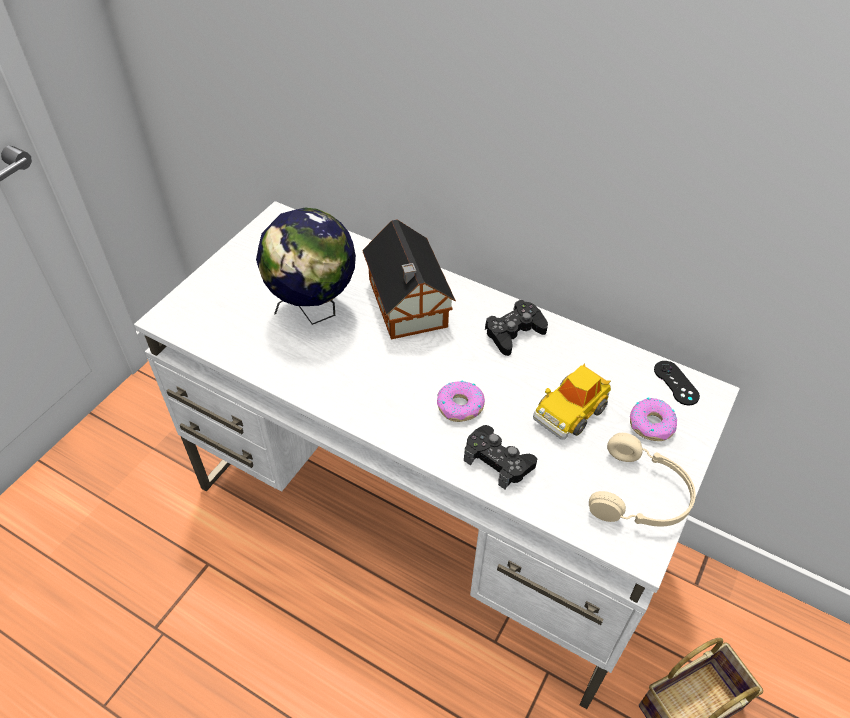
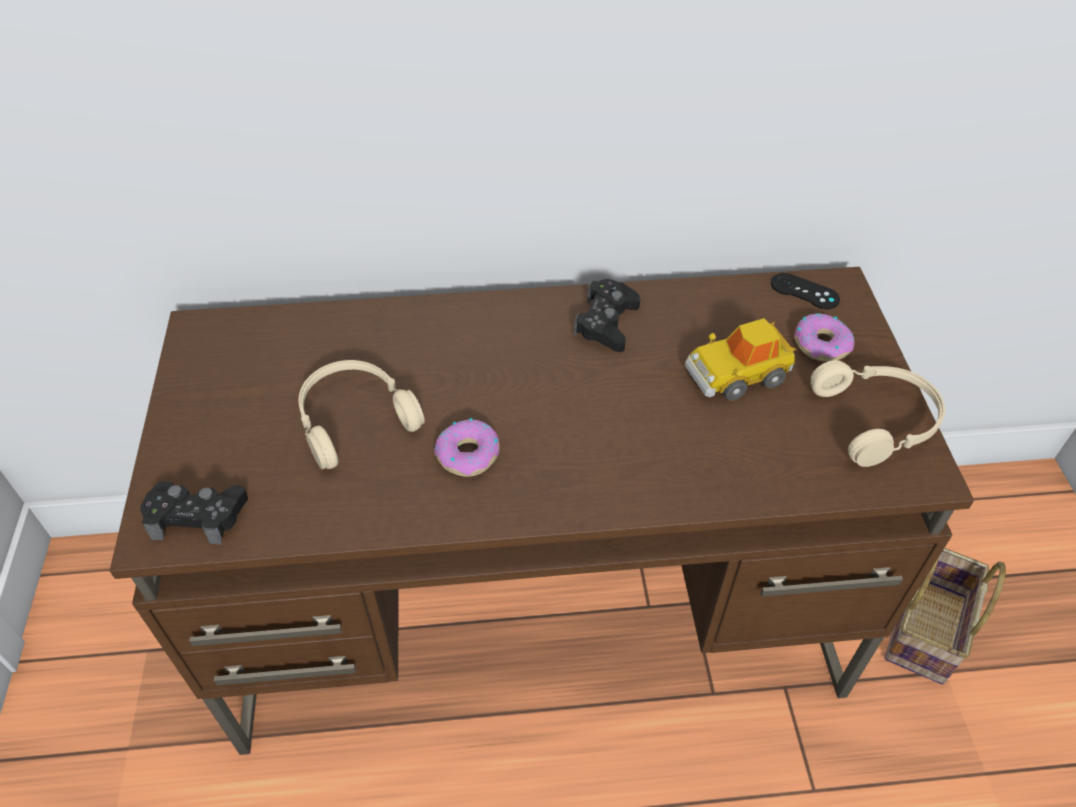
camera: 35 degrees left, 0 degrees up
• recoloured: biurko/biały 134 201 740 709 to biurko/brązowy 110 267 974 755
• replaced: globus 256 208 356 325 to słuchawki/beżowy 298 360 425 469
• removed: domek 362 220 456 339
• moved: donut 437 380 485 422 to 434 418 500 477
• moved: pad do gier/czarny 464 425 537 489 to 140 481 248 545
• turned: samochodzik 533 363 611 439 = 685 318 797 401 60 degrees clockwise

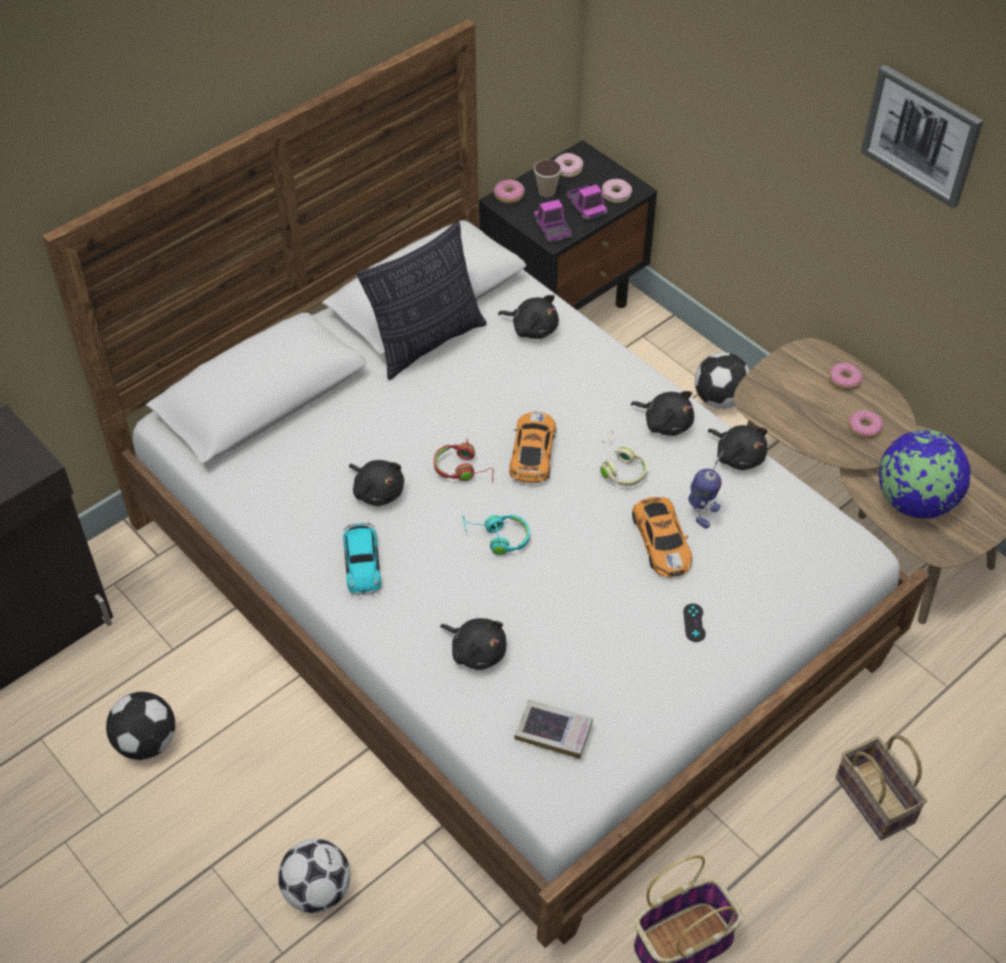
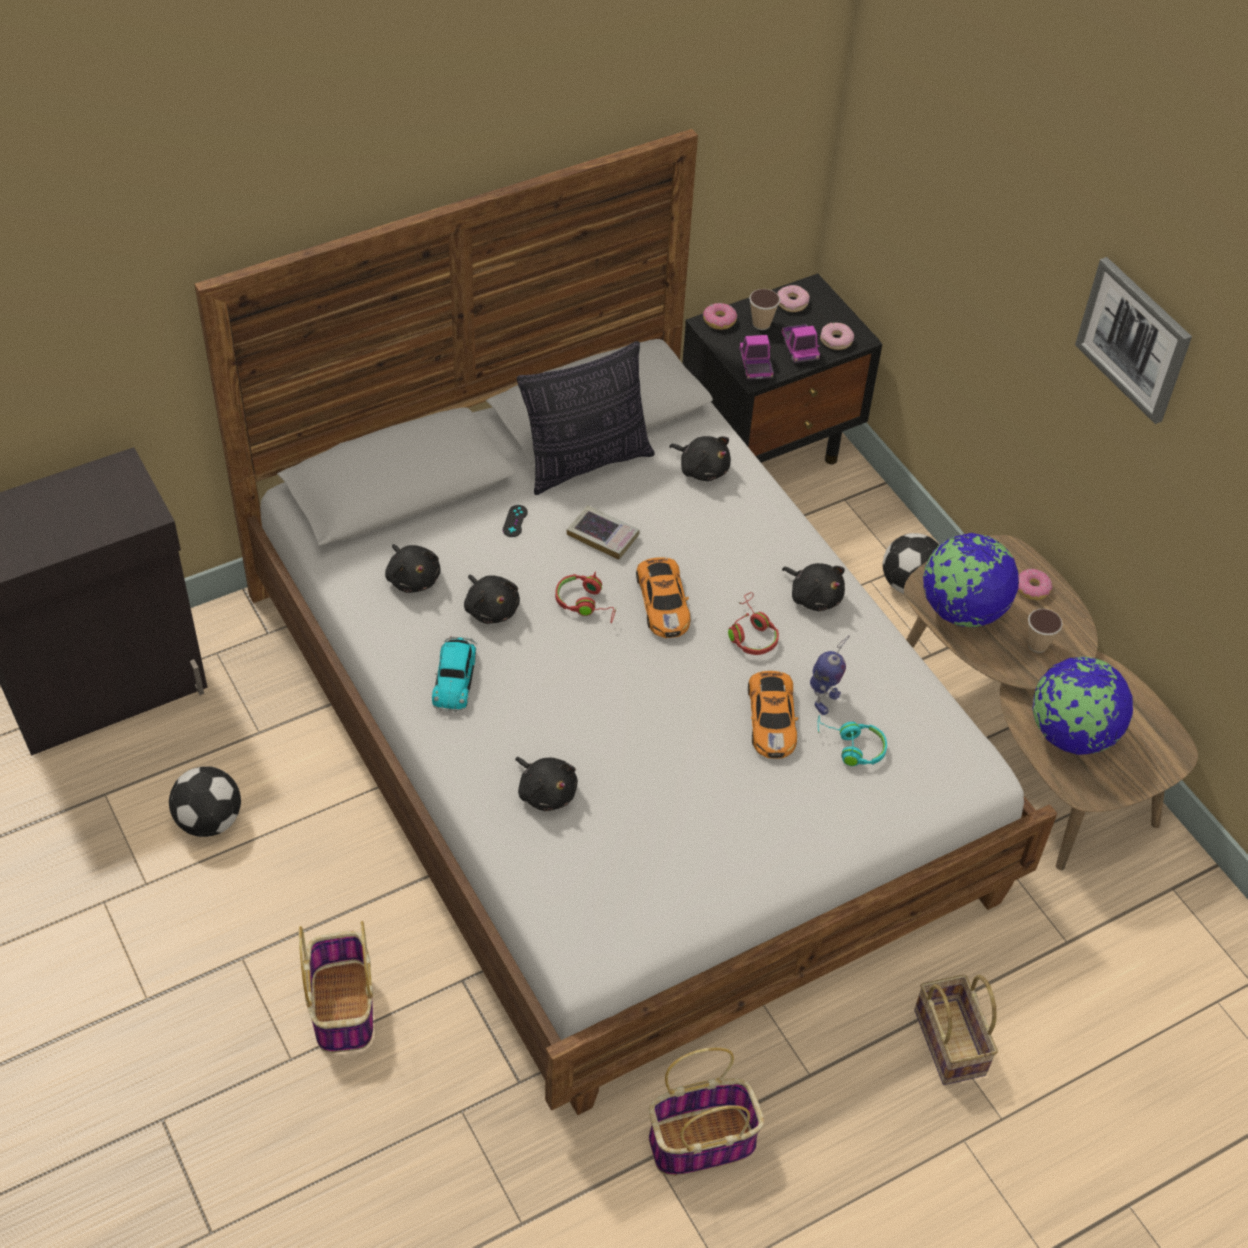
camera: 10 degrees right, 0 degrees up
• replaced: piłka futbolowa 278 839 350 913 to koszyk 299 921 373 1053
• moved: słuchawki/turkusowy 463 514 530 555 to 818 715 887 766
• turned: samochodzik 509 412 556 483 = 636 557 690 638 150 degrees clockwise
• moved: książka 514 699 593 759 to 567 505 640 560
• recoloured: słuchawki/beżowy 600 430 647 486 to słuchawki/czerwony 728 592 779 655
• moved: pad do gier/czarny 683 603 706 642 to 503 505 528 537
• moved: pluszak/czarny 708 425 767 470 to 385 544 441 593
• replaced: donut 848 410 883 439 to filiżanka 1028 609 1063 653
• added: globus 923 533 1019 627

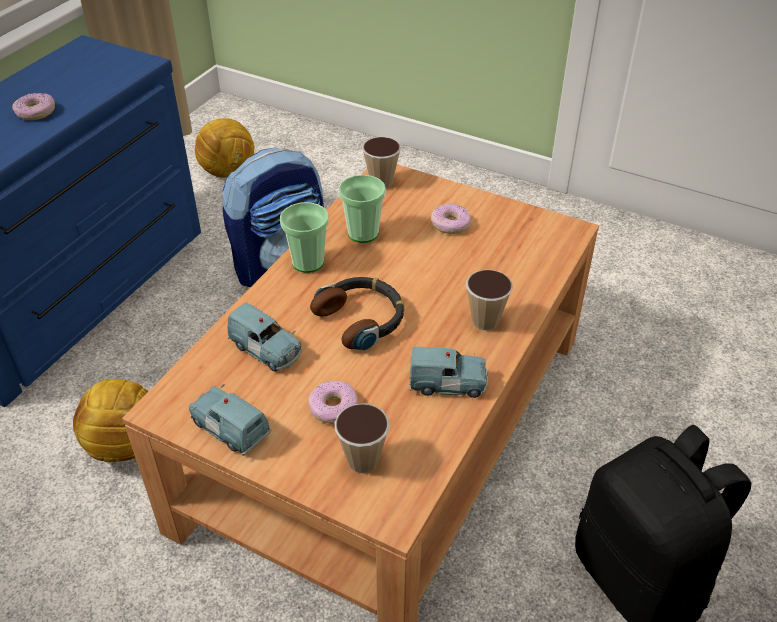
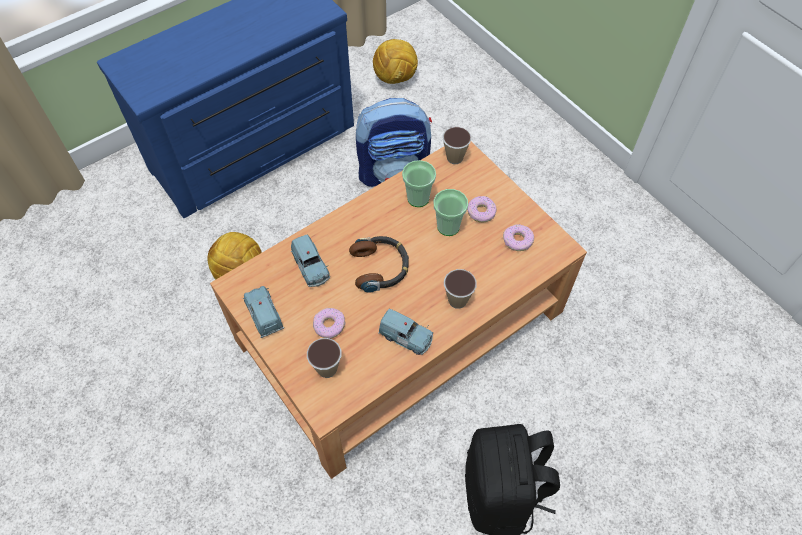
camera: 25 degrees right, 15 degrees up
• moved: donut 12 93 55 120 to 503 224 534 251
• moved: filiżanka 280 202 329 273 to 434 189 468 236

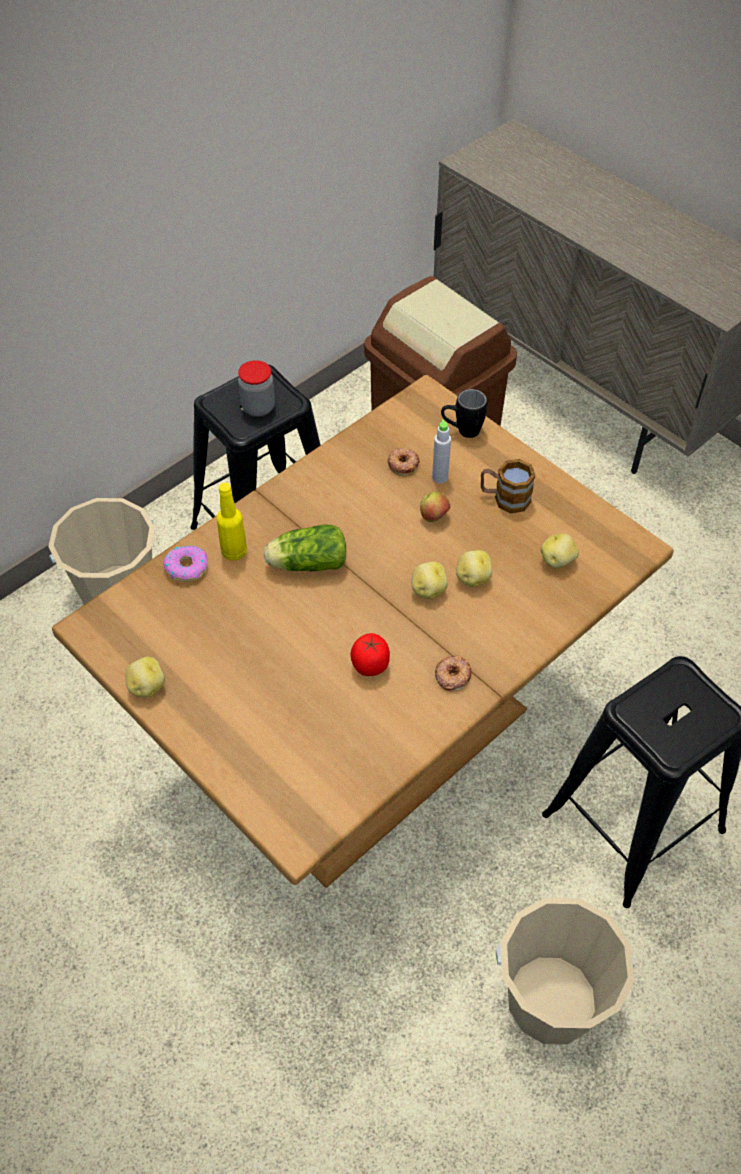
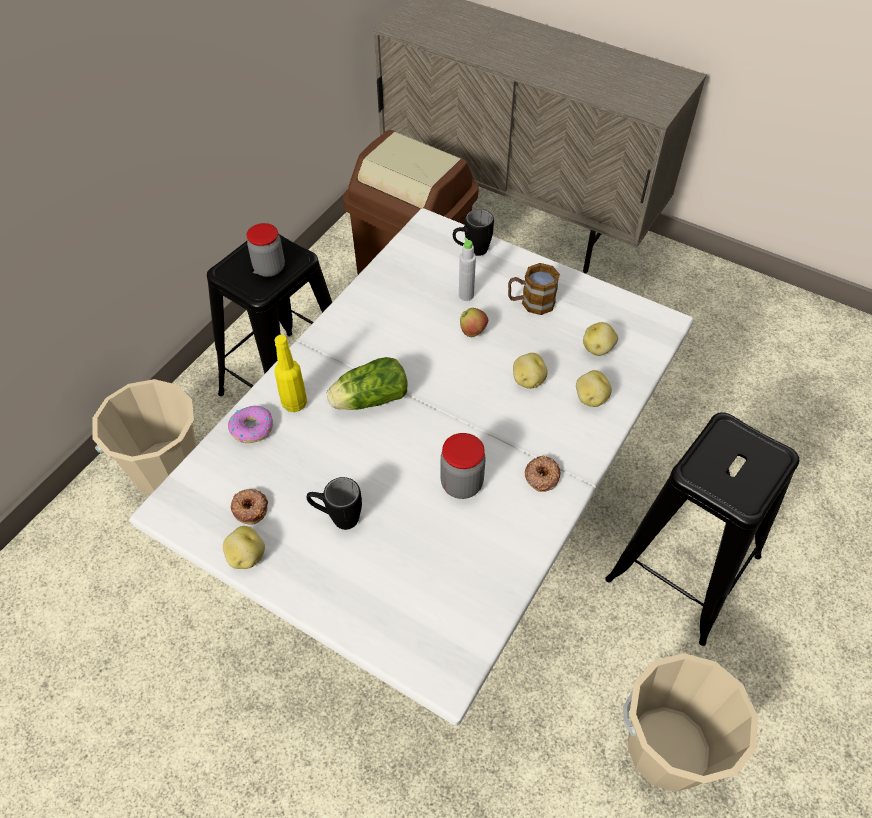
camera: 15 degrees left, 0 degrees up
• recoloured: stół jadalny/brązowy 52 375 674 888 to stół jadalny/biały 129 208 694 726
• replaced: pomidor 350 633 390 676 to słoik 440 433 486 499
• moved: donut 387 448 420 477 to 230 489 268 525
• moved: ziemniak 412 561 448 599 to 576 370 612 407
• added: kubek/czarny 306 477 362 530

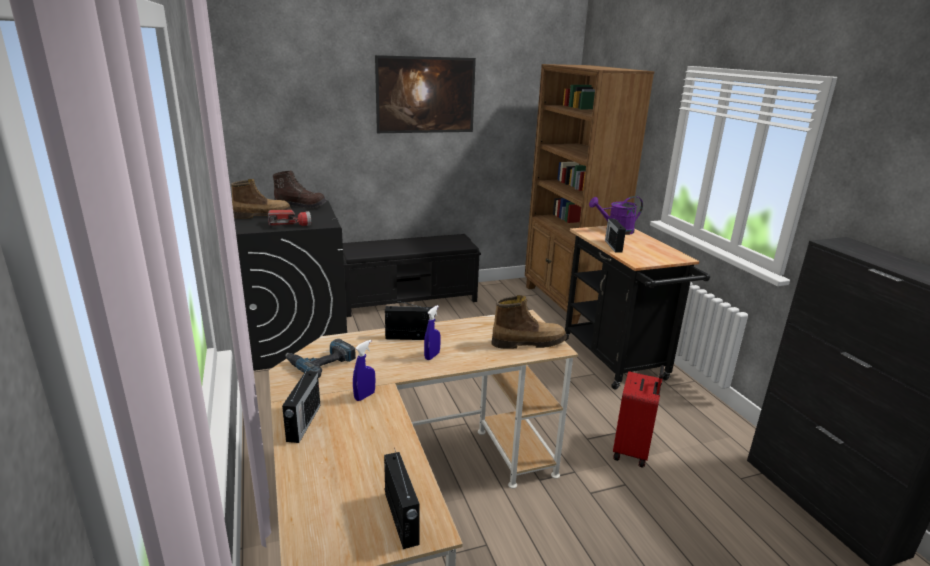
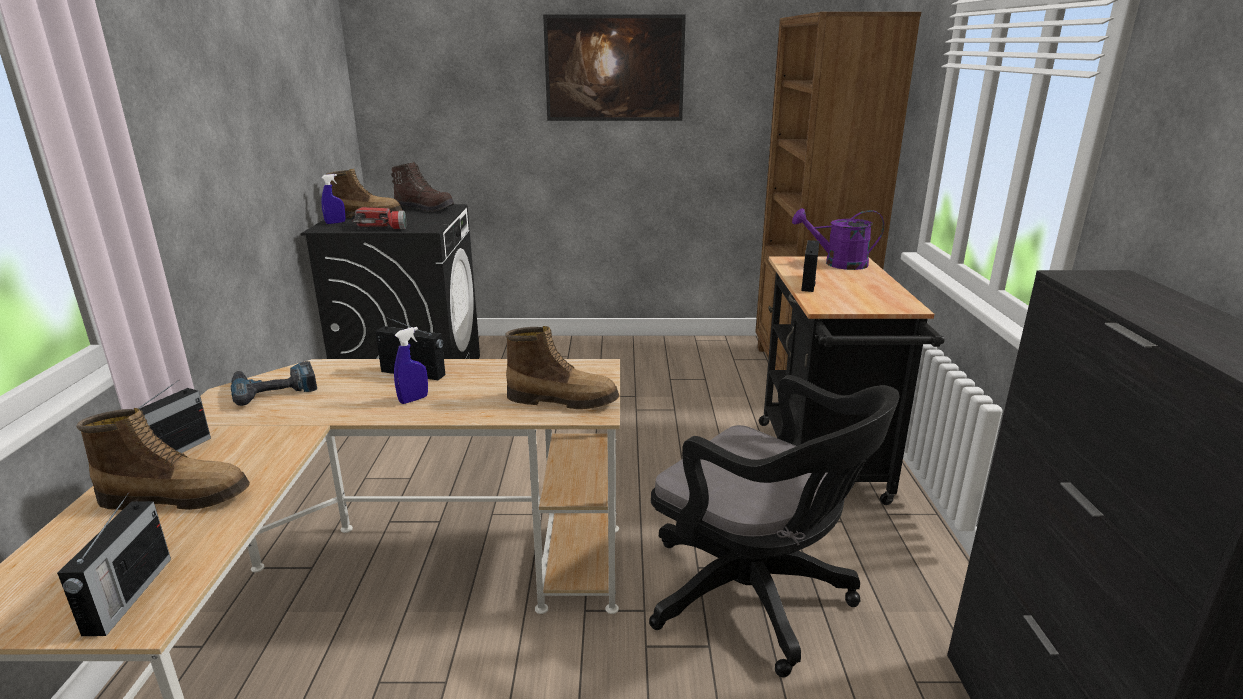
camera: 20 degrees right, 0 degrees up
• removed: ławka/czarny 343 234 481 317
• moved: spryskiwacz/niebieski 353 340 375 401 to 321 174 346 224
• replaced: walizka/czerwony 613 365 664 468 to krzesło biurowe/czarny 649 375 900 677
• added: but z cholewką 76 408 250 510

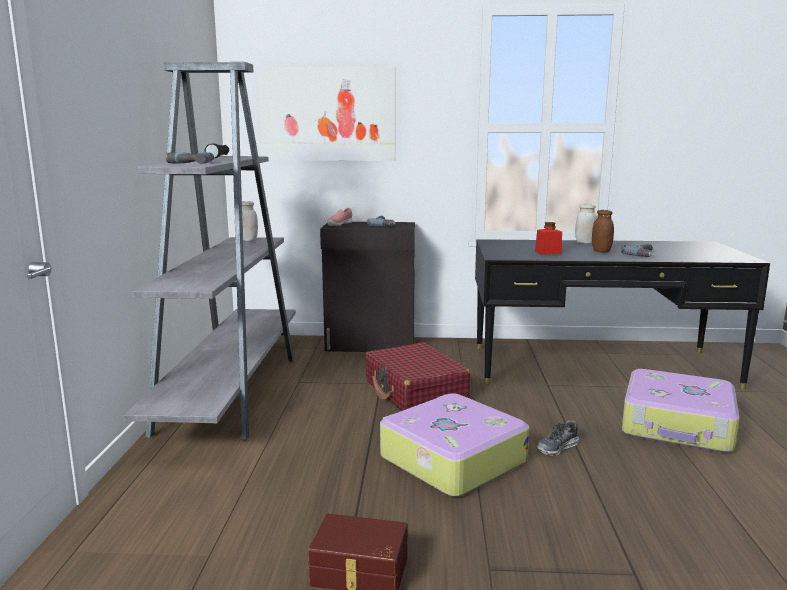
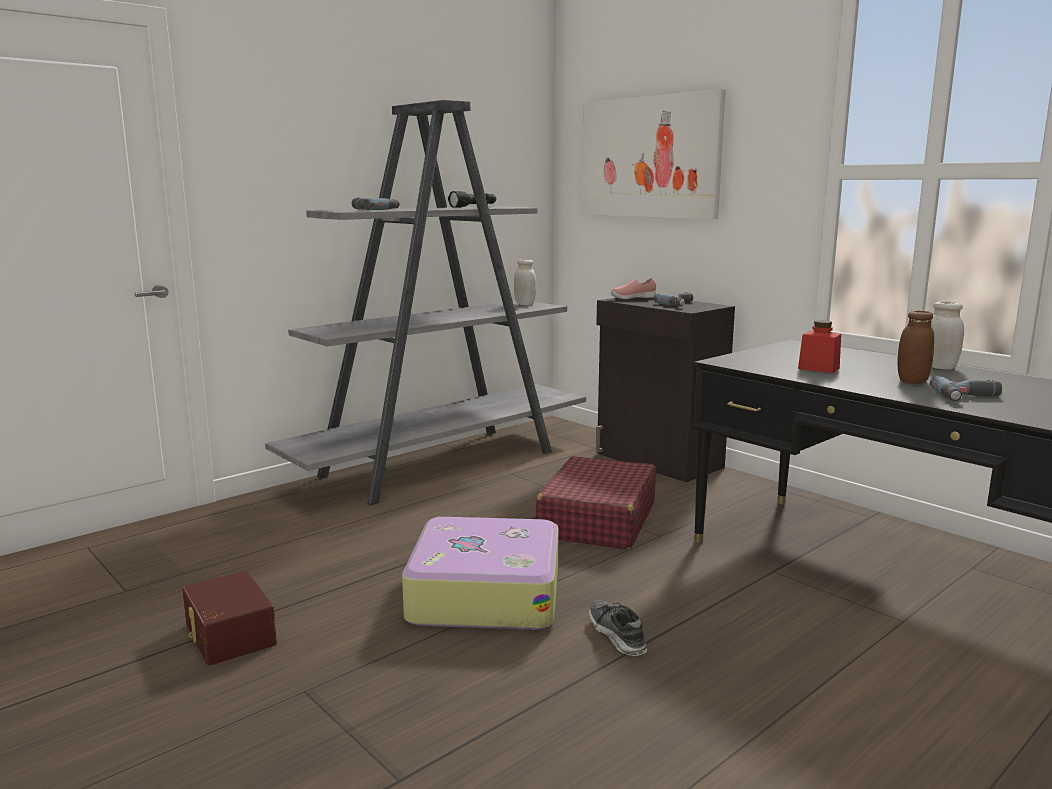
camera: 45 degrees right, 0 degrees up
• turned: but 536 420 579 456 = 589 600 647 656 60 degrees clockwise
• removed: walizka 622 369 740 453

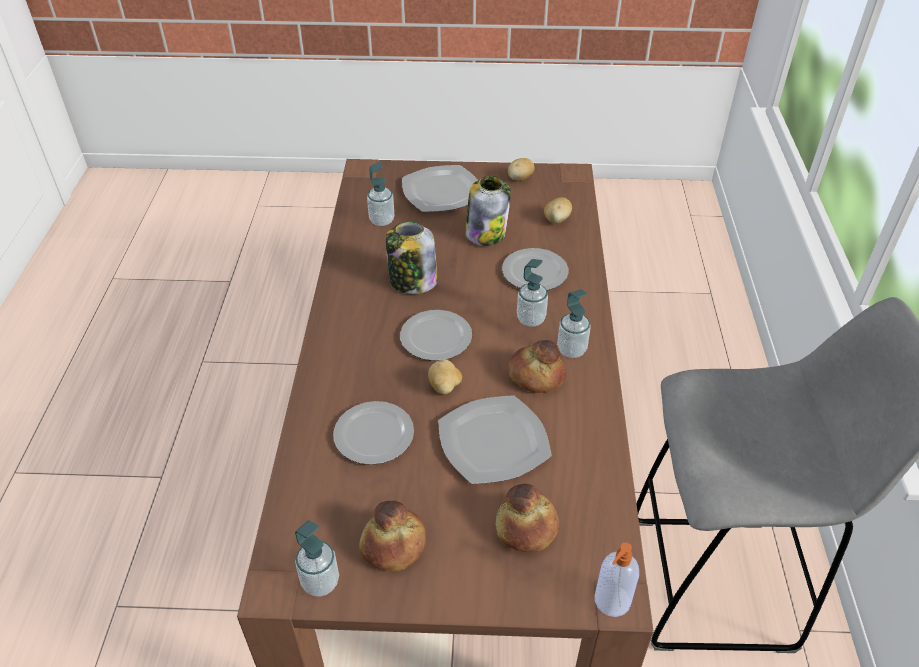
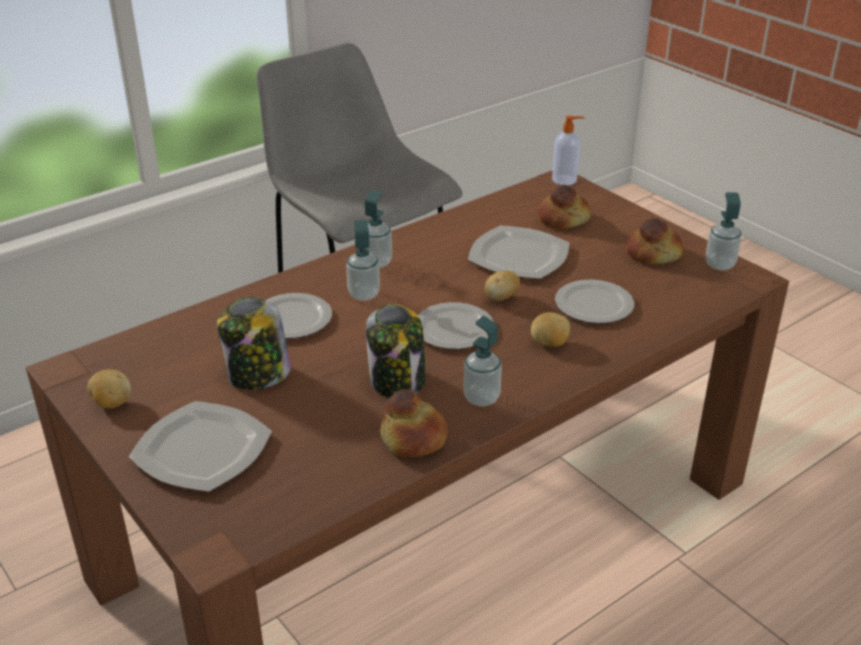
camera: 130 degrees left, 10 degrees down
• moved: dozownik mydła 367 162 394 226 to 463 316 502 406
• moved: chleb 508 340 566 393 to 380 389 448 457
• moved: ziemniak 544 197 572 223 to 531 312 570 347

